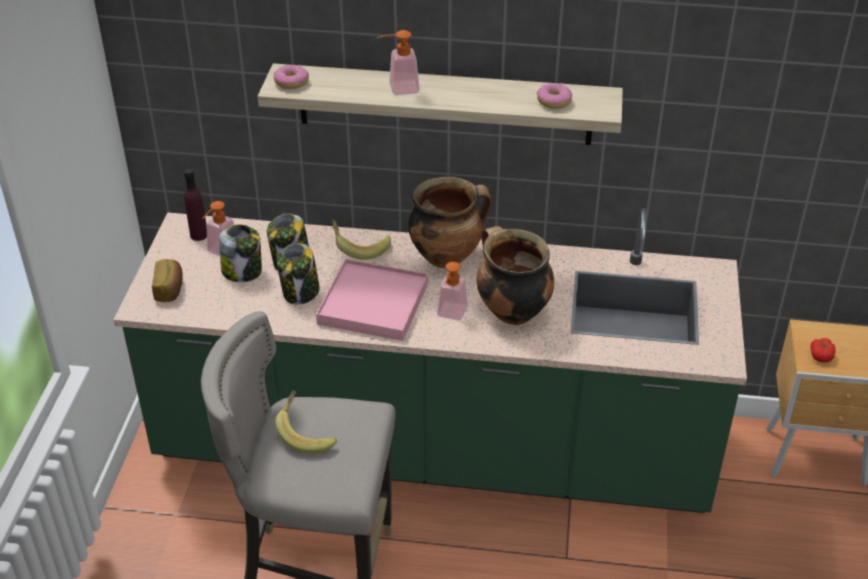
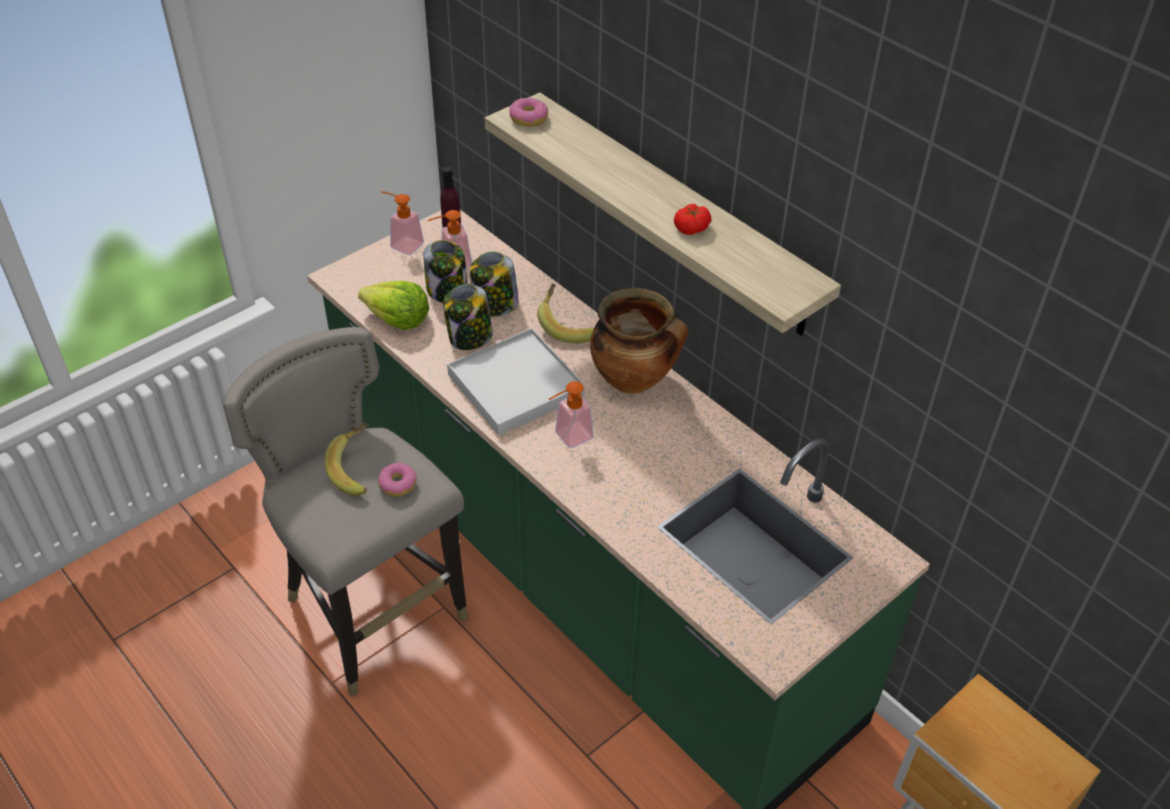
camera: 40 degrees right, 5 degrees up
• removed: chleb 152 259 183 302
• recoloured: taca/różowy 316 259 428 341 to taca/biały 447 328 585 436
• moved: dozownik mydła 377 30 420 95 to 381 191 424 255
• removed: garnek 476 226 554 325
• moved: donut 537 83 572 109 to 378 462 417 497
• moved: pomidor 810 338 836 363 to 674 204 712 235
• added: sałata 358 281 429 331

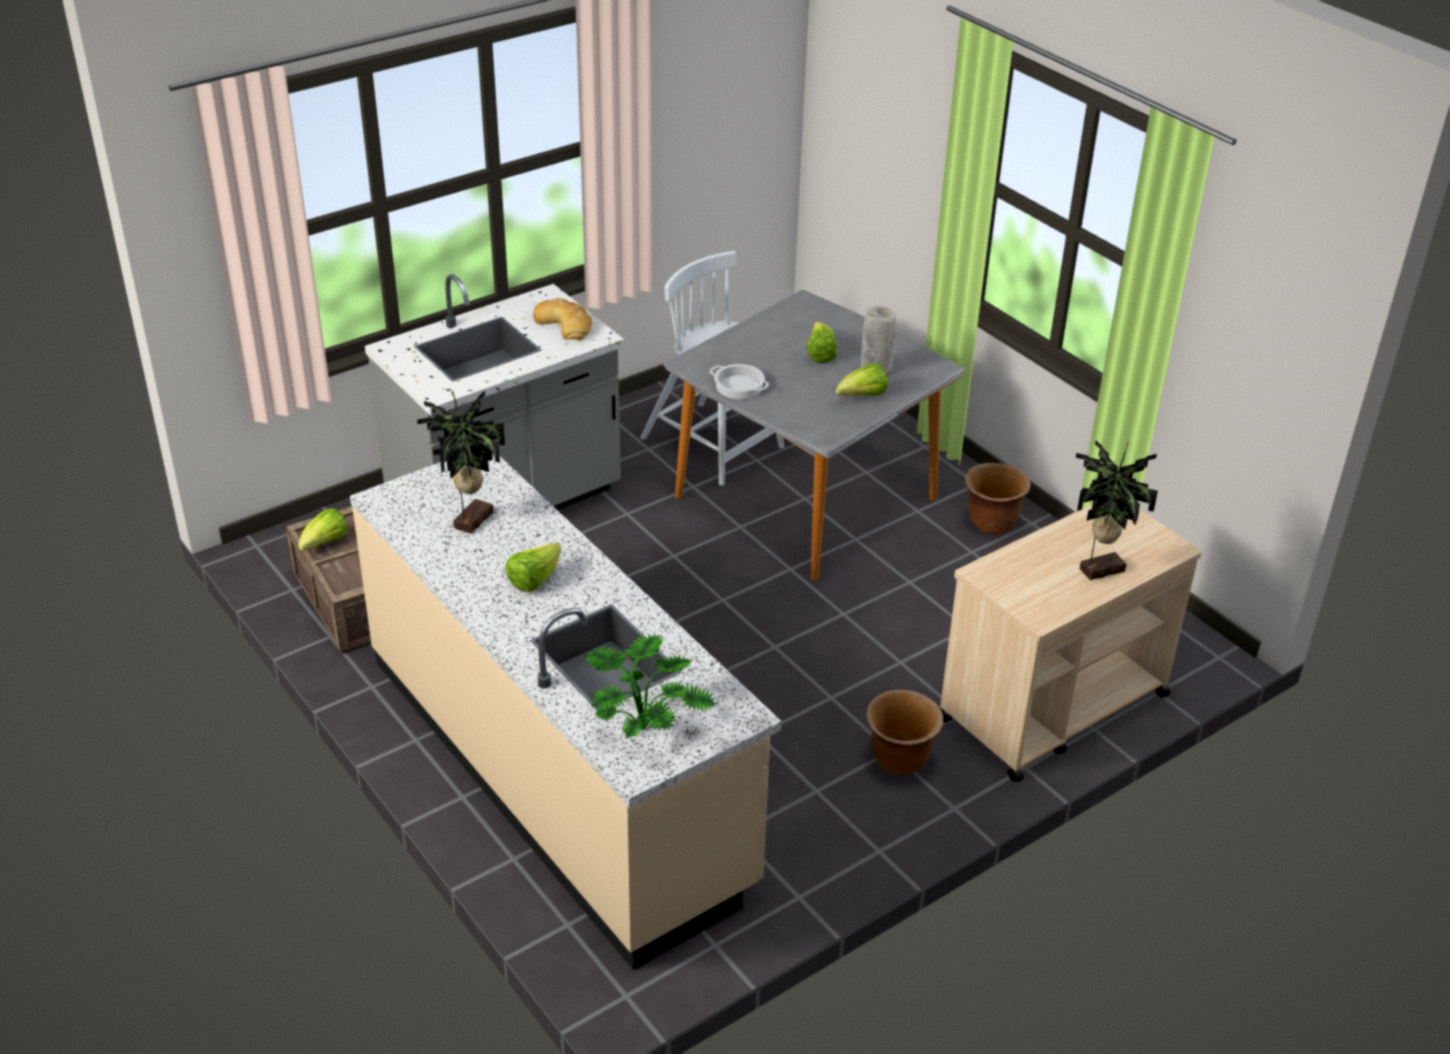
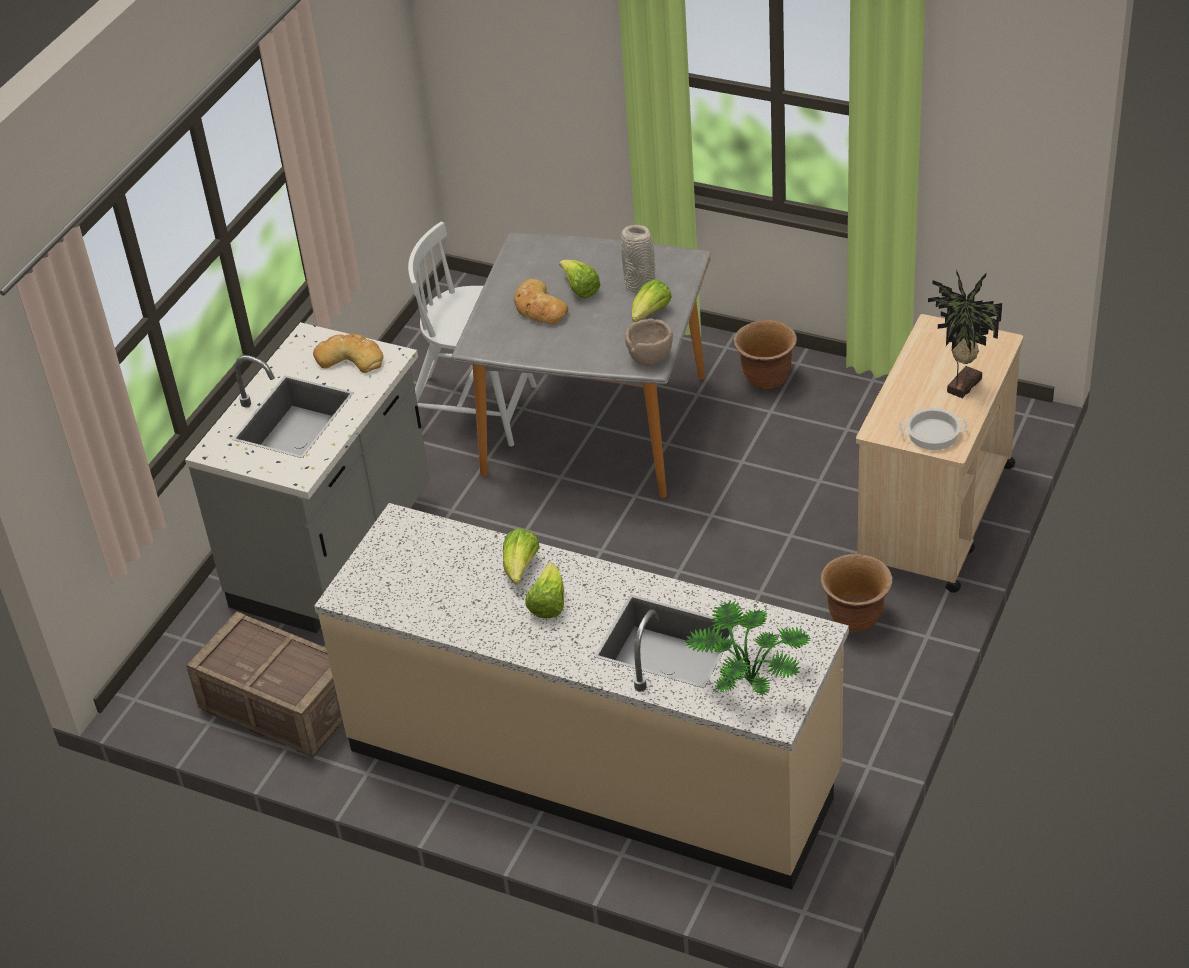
camera: 25 degrees left, 5 degrees up
• moved: sałata 298 508 349 551 to 503 528 540 584
• removed: roślina doniczkowa 417 391 505 534
• moved: garnek 709 364 769 399 to 899 408 968 450
• added: chleb 514 279 568 325
• added: miska/brązowy 625 319 673 366

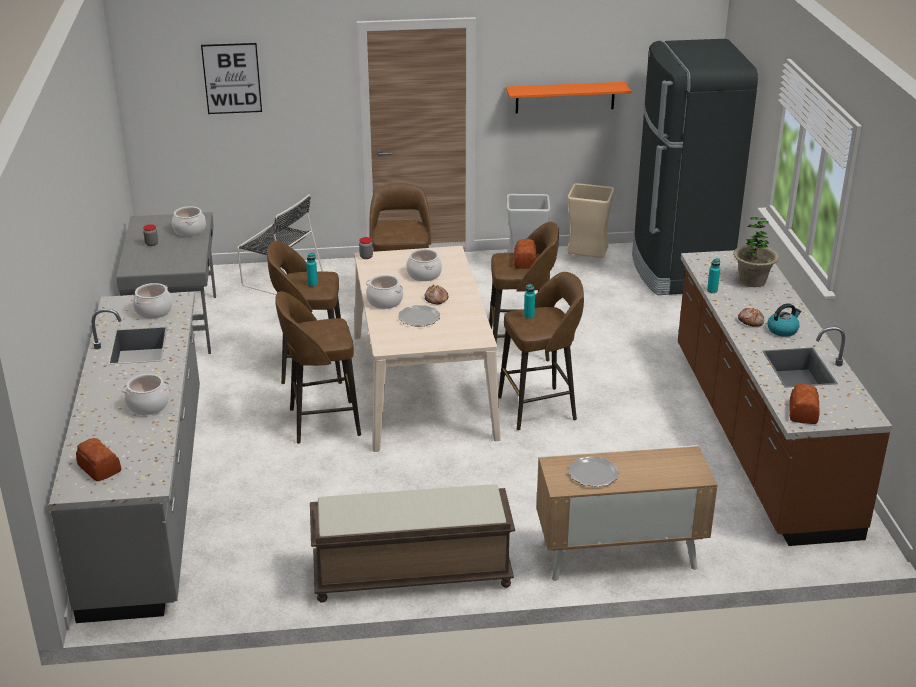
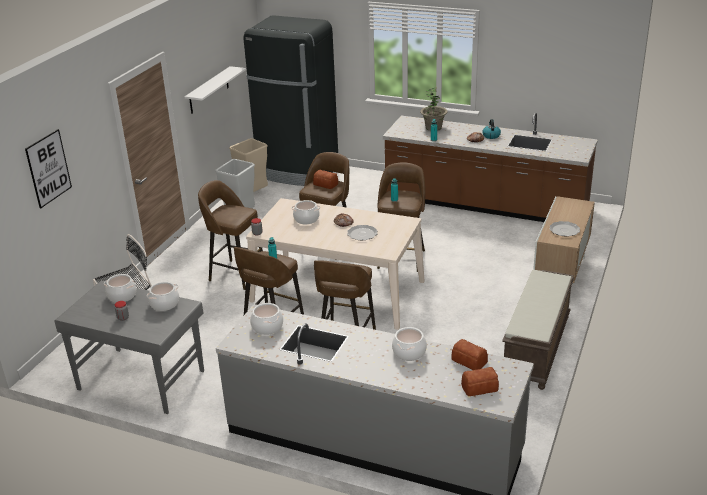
camera: 60 degrees left, 0 degrees up
• moved: garnek 366 275 403 309 to 147 282 179 311
• recoloured: półka/pomarańczowy 506 82 632 113 to półka/biały 185 66 246 114
• moved: chleb 789 384 819 424 to 451 339 488 370

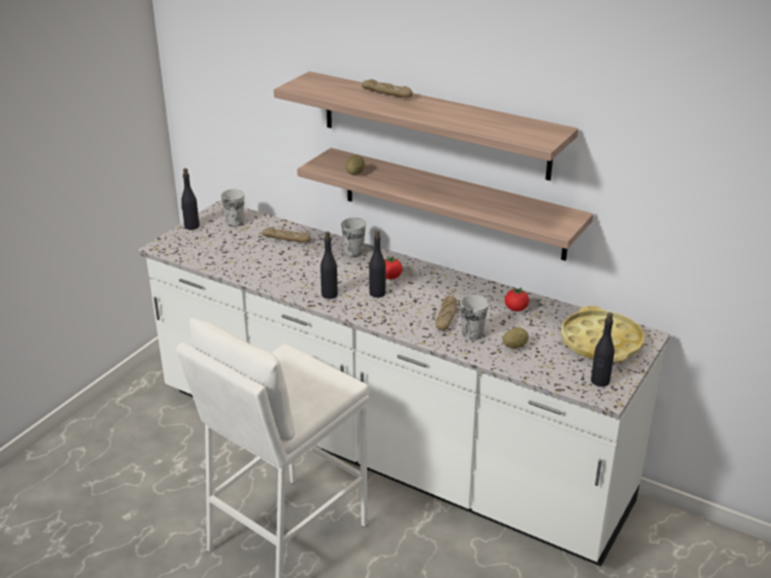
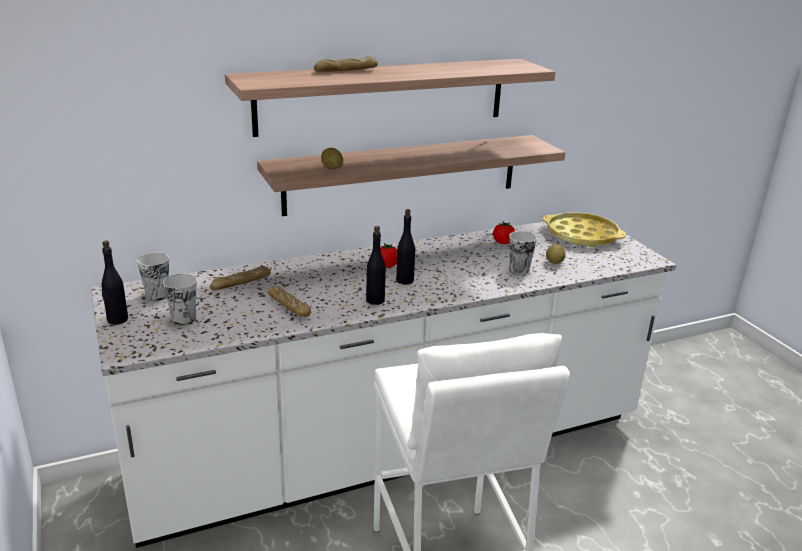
camera: 55 degrees left, 5 degrees down
• moved: filiżanka 341 218 366 257 to 163 274 196 325
• moved: chleb 436 296 457 331 to 268 287 311 317
• removed: butelka/czarny 591 312 615 387

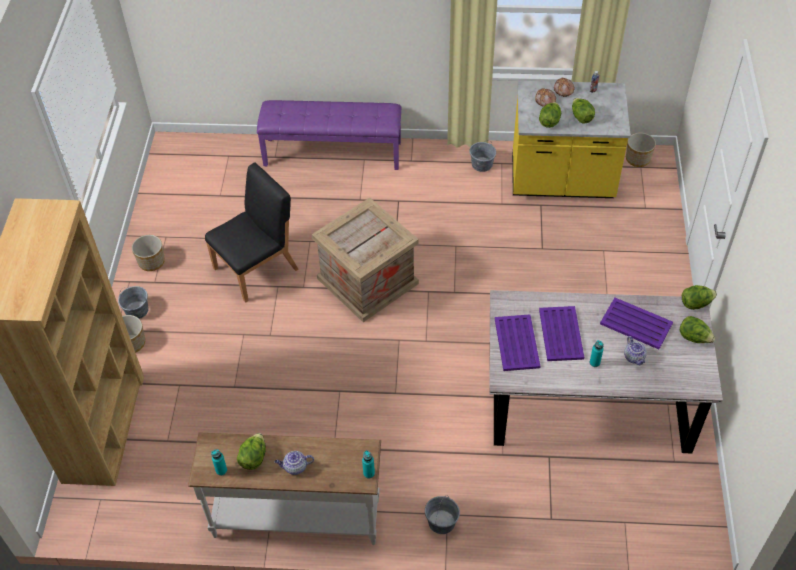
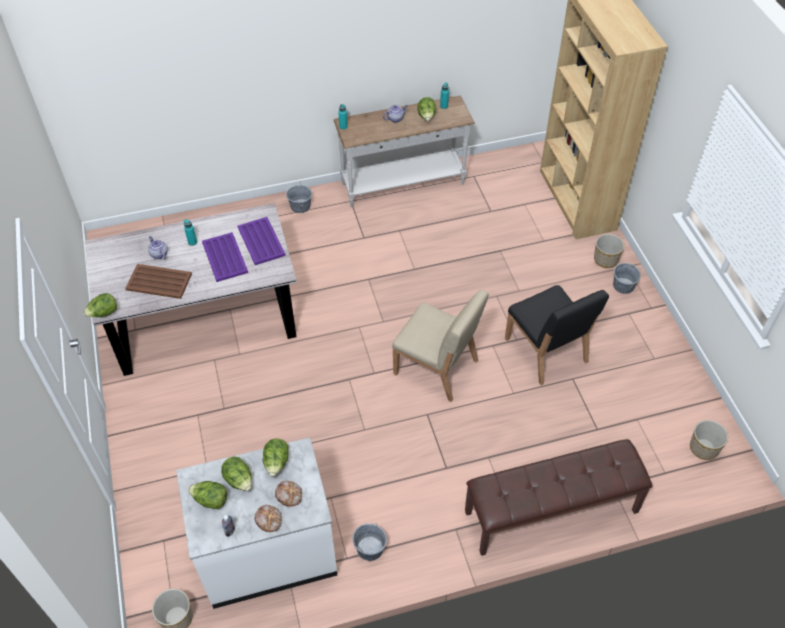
camera: 160 degrees right, 0 degrees up
• moved: donica 132 235 165 271 to 690 420 728 460
• turned: krzesło/czarny 205 162 298 303 = 505 285 609 385 60 degrees counterclockwise
• recoloured: ławka/fioletowy 257 100 401 170 to ławka/brązowy 465 439 653 556
• replaced: skrzynka 312 198 419 322 to krzesło/beżowy 392 290 489 402
• recoloured: zabudowa kuchenna/żółty 512 81 631 198 to zabudowa kuchenna/biały 176 437 337 609
• recoloured: taca/fioletowy 600 298 673 349 to taca/brązowy 125 264 192 299
• moved: sałata 680 316 715 343 to 188 481 227 509

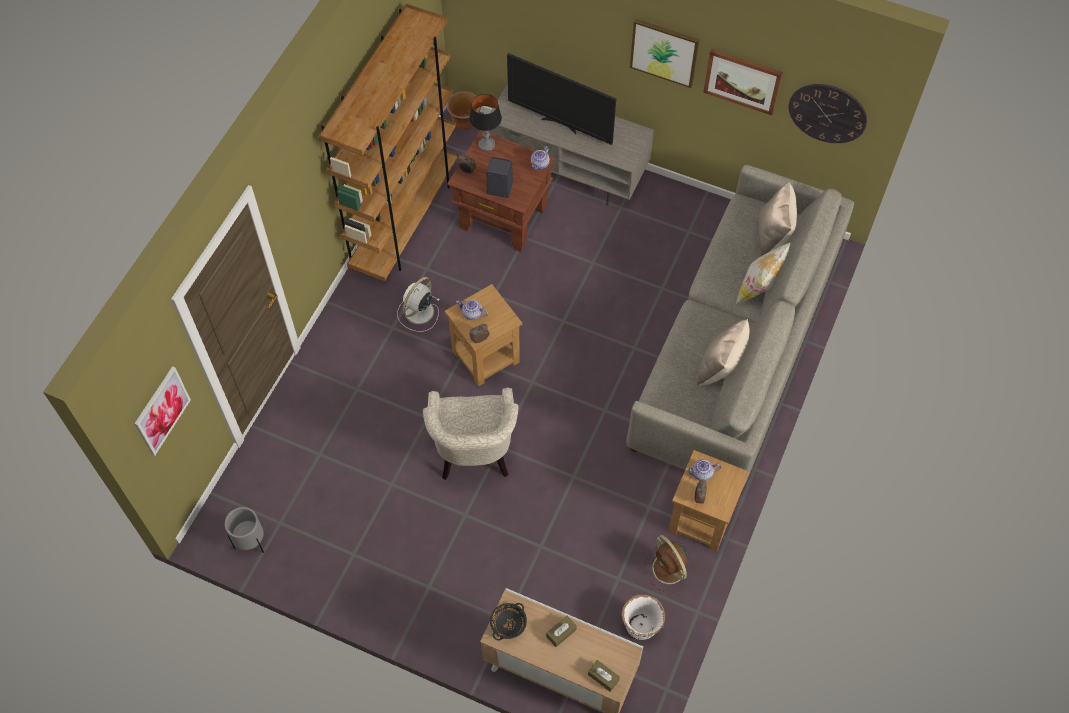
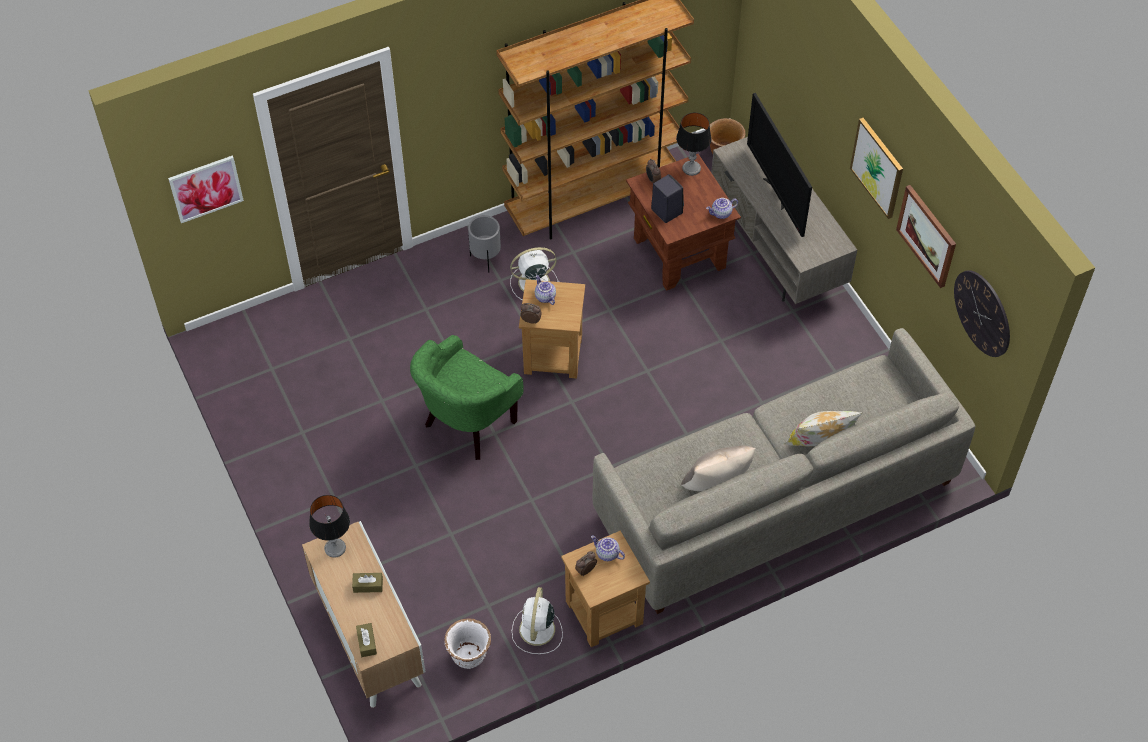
camera: 40 degrees right, 5 degrees down
• moved: donica/szary 225 507 264 553 to 468 215 501 273
• recoloured: fotel/beżowy 423 387 518 480 to fotel/zielony 410 335 524 460
• replaced: miska/czarny 490 603 527 641 to lampa stołowa 309 495 350 558
• recoloured: wentylator/brązowy 645 535 695 592 to wentylator/biały 512 587 563 654
• removed: poduszka/beżowy 758 181 797 256

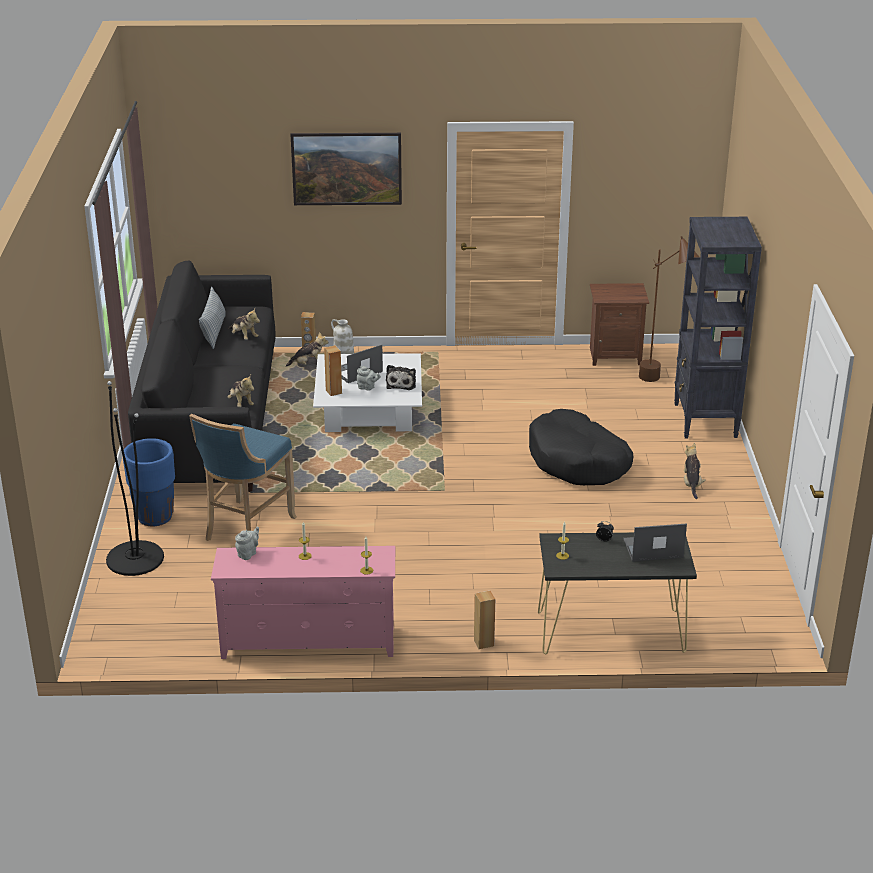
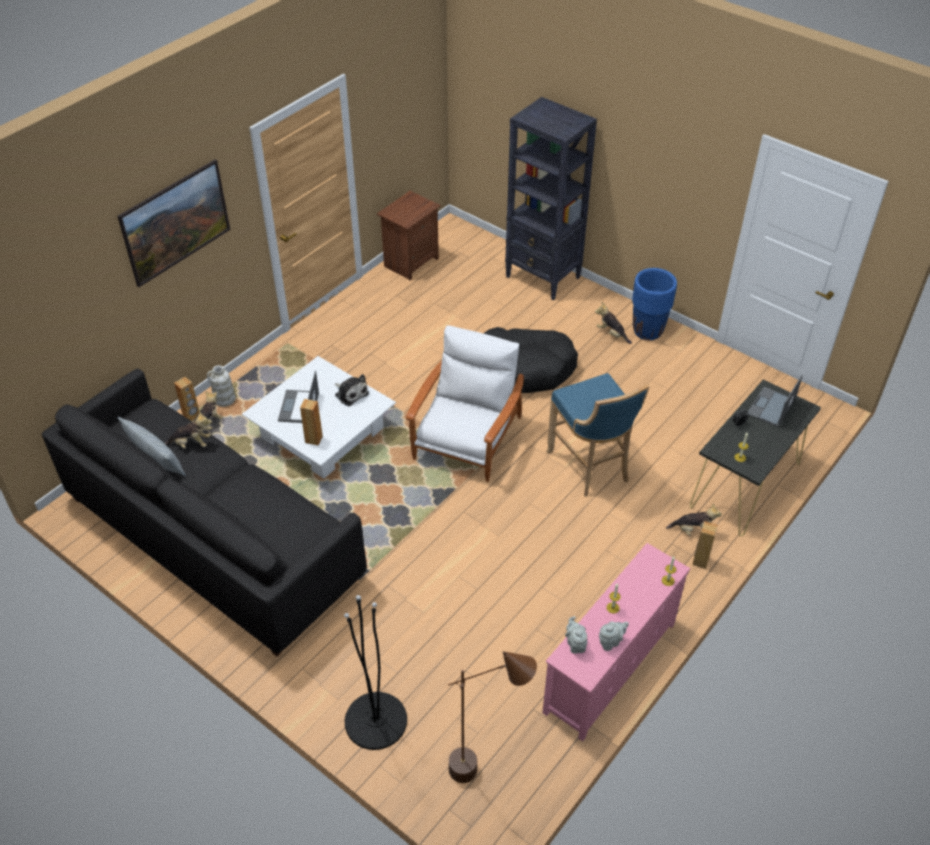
camera: 50 degrees left, 15 degrees up
• moved: donica/niebieski 123 438 175 526 to 632 268 677 340
• moved: stołek/niebieski 189 414 297 541 to 546 373 650 497
• moved: pluszak 227 375 254 407 to 666 503 722 536
• moved: imbryk/szary 357 366 381 390 to 599 622 629 651
• moved: lampa stojąca/brązowy 639 236 699 382 to 448 651 537 783
• added: fotel/biały 406 325 524 482

